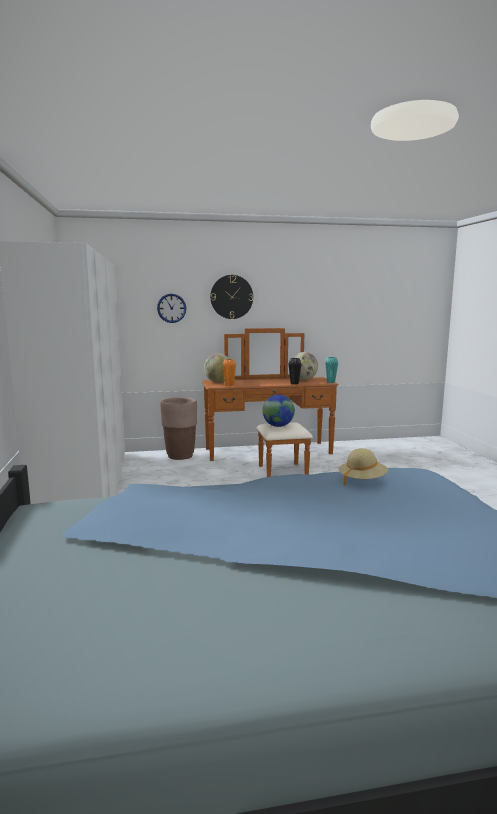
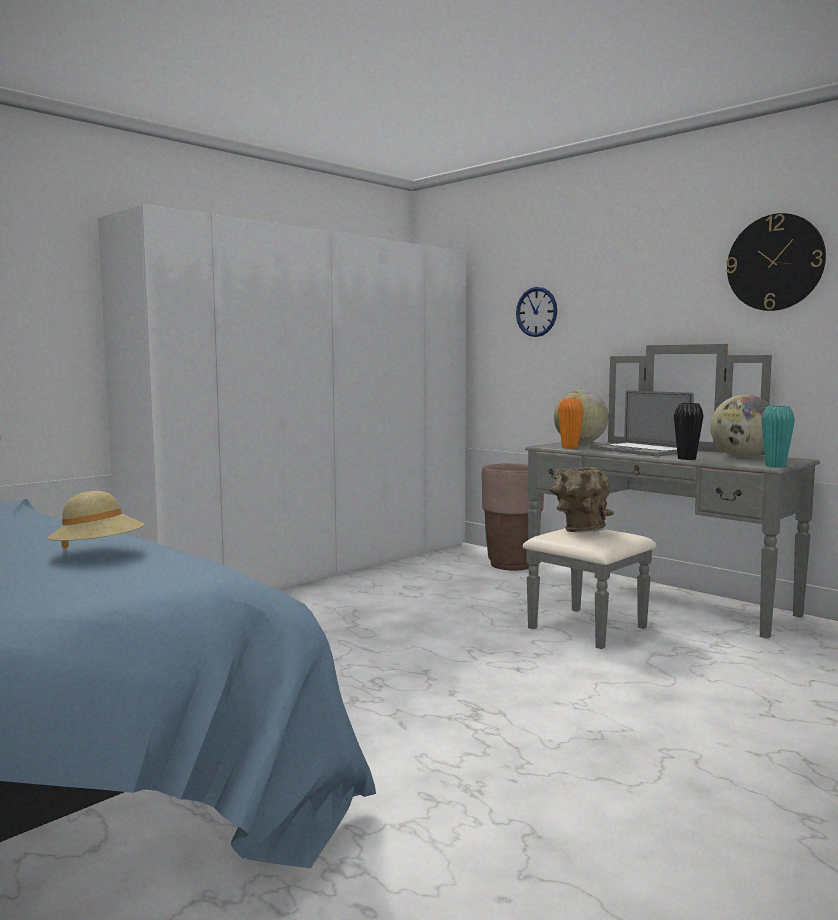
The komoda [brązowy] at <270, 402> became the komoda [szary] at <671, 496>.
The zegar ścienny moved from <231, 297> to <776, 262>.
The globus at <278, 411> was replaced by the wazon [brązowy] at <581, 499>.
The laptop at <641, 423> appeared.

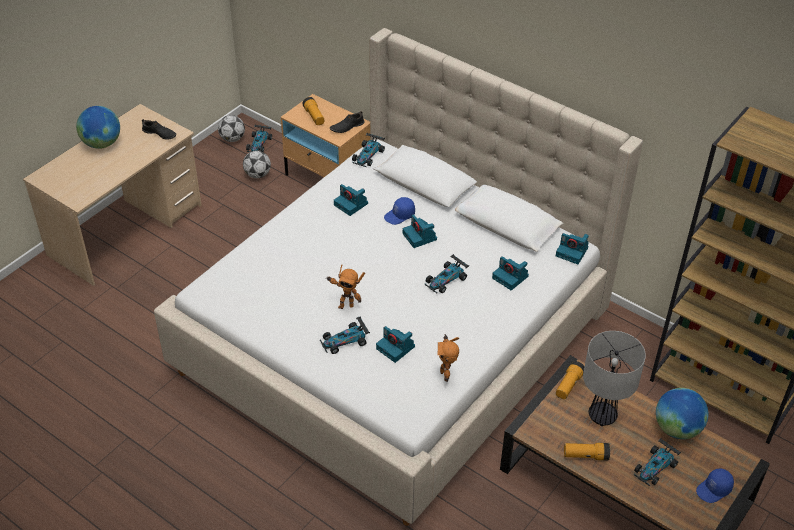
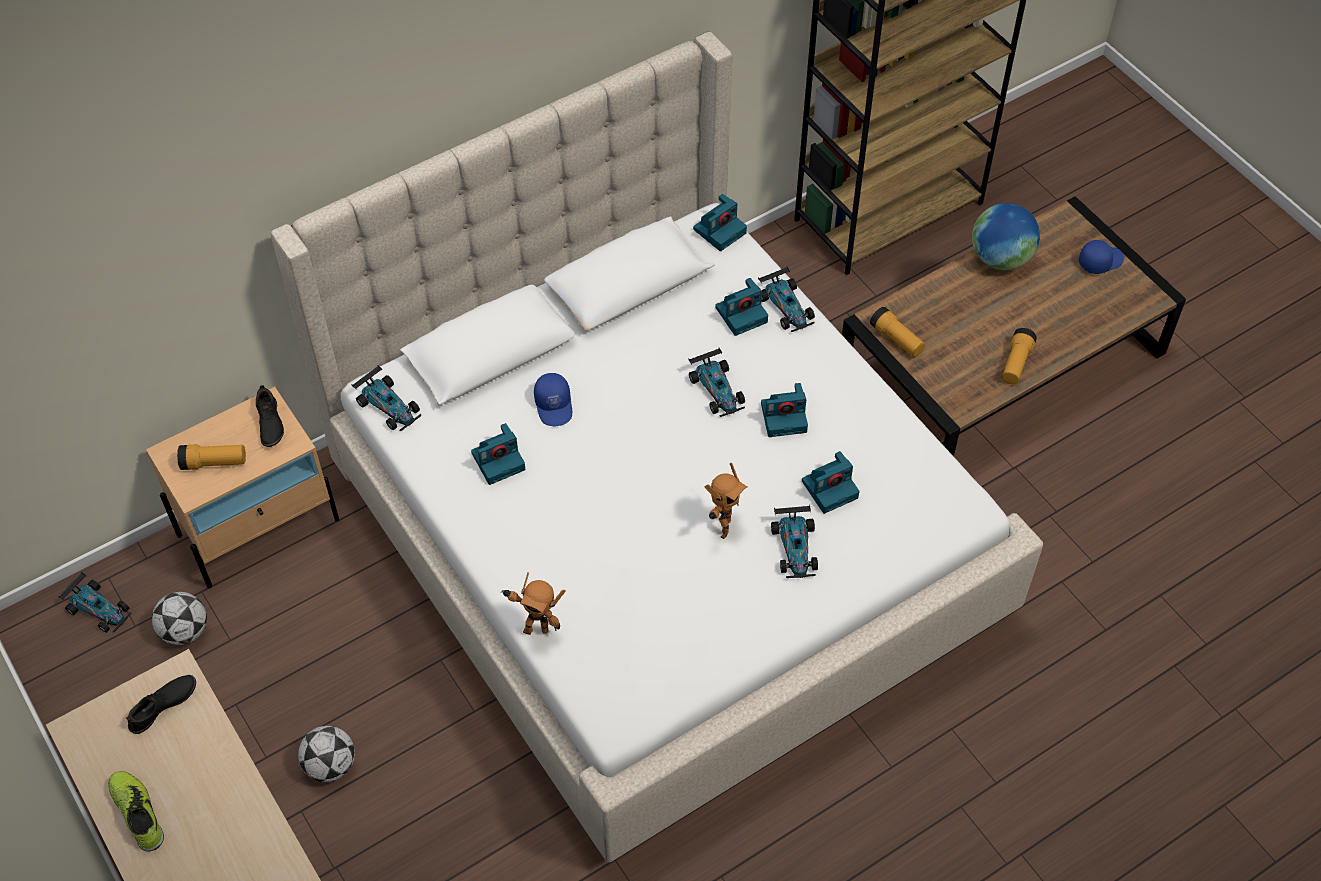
The globus at <98, 127> was replaced by the but at <136, 811>.
The piłka futbolowa moved from <231, 128> to <326, 754>.
The aparat fotograficzny moved from <420, 231> to <784, 410>.
The robot zabawkowy moved from <448, 358> to <533, 603>.
The lampa stołowa at <614, 378> disappeared.
The samochodzik moved from <657, 462> to <786, 299>.
The czapka z daszkiem [niebieski] at <715, 486> turned 105 degrees counterclockwise.

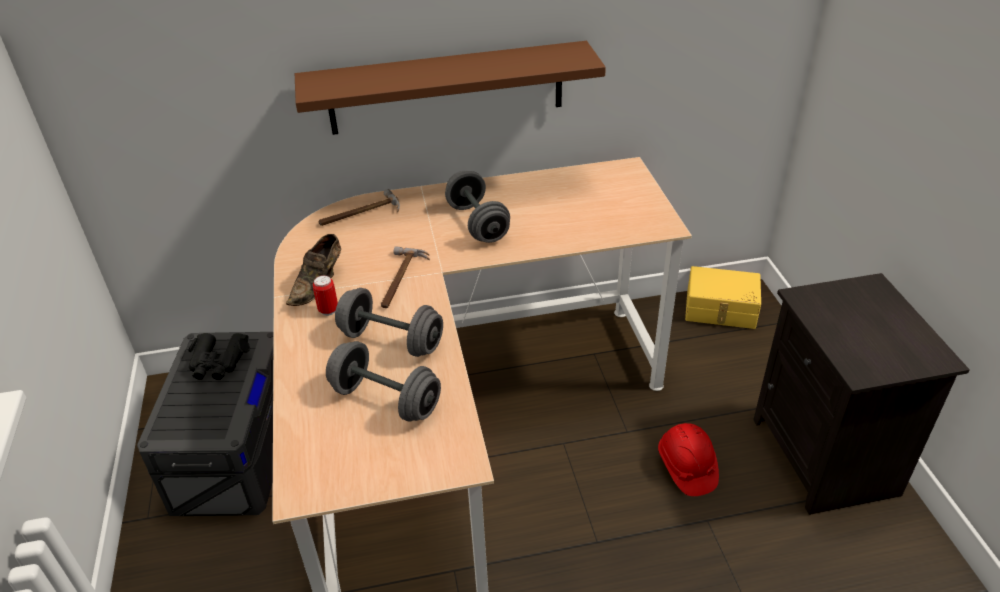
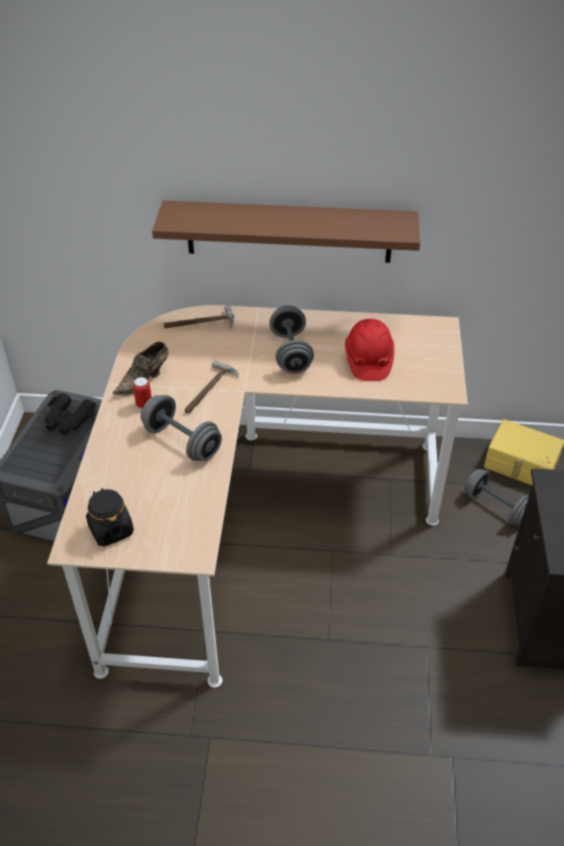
The hantel [szary] moved from <383, 381> to <497, 497>.
The kask [czerwony] moved from <688, 459> to <370, 350>.
The słoik [czarny] at <110, 517> appeared.

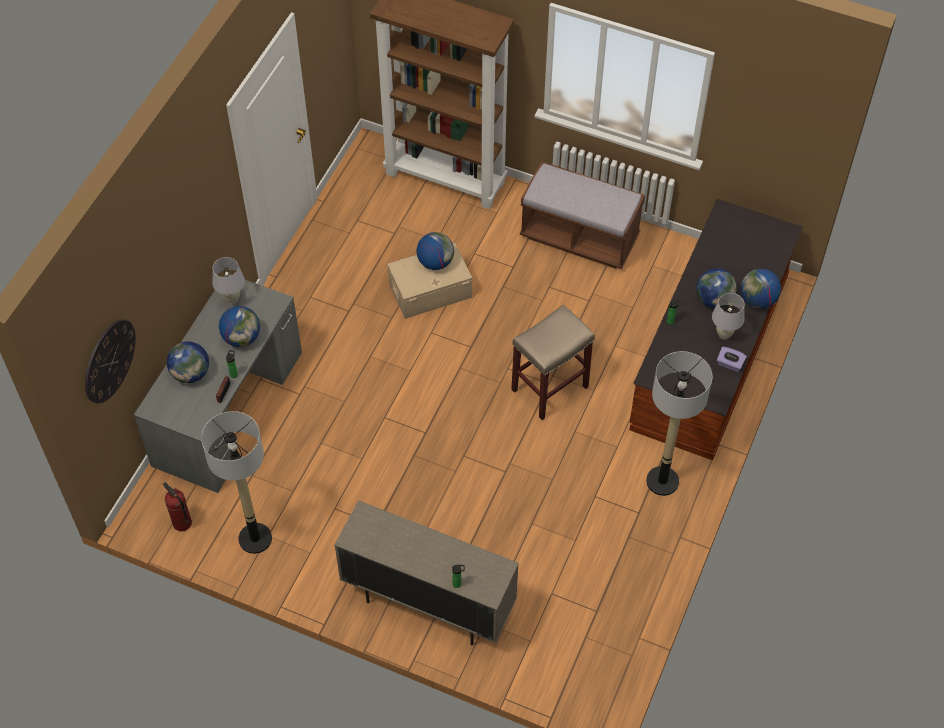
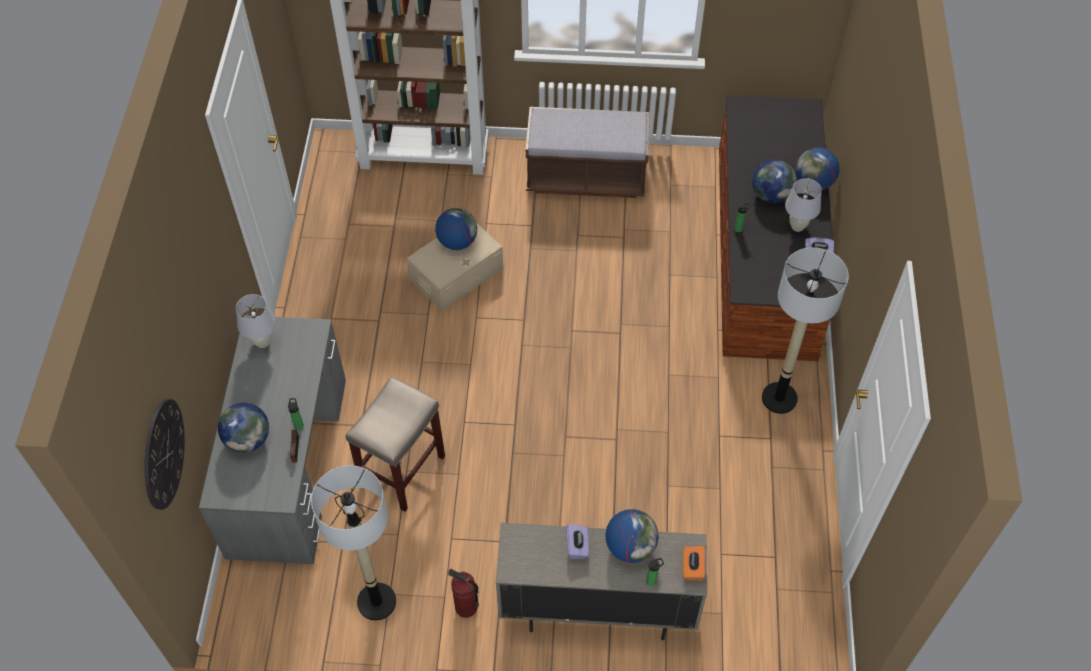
The gaśnica moved from <177, 506> to <463, 593>.
The globus moved from <239, 326> to <632, 536>.
The stołek [beżowy] moved from <553, 362> to <395, 444>.
The pudełko chusteczek [fioletowy] at <578, 541> appeared.
The pudełko chusteczek [pomarańczowy] at <694, 563> appeared.

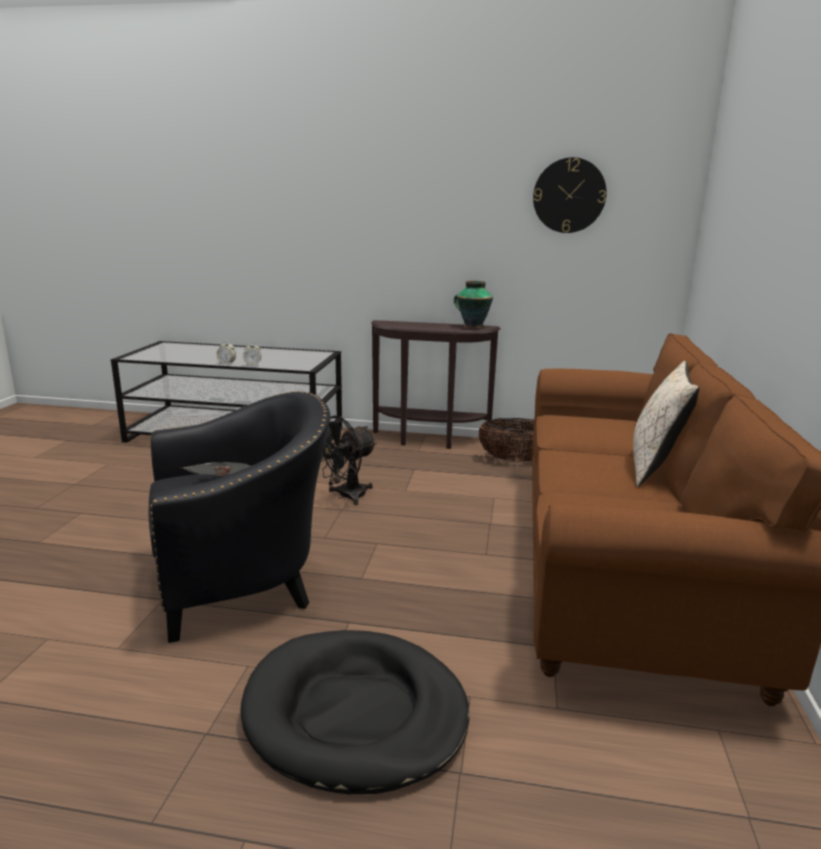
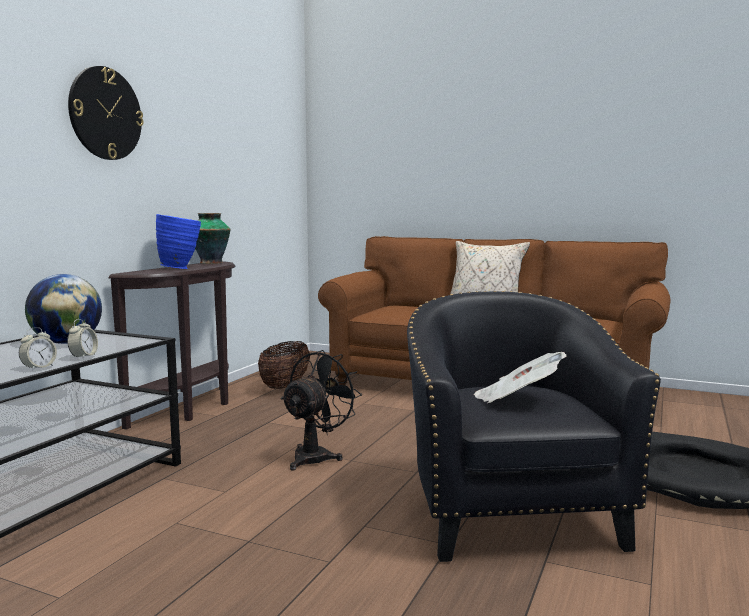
The wentylator [czarny] at <349, 460> turned 120 degrees counterclockwise.
The zegar ścienny moved from <570, 195> to <106, 113>.
The globus at <63, 309> appeared.
The wazon [niebieski] at <178, 241> appeared.

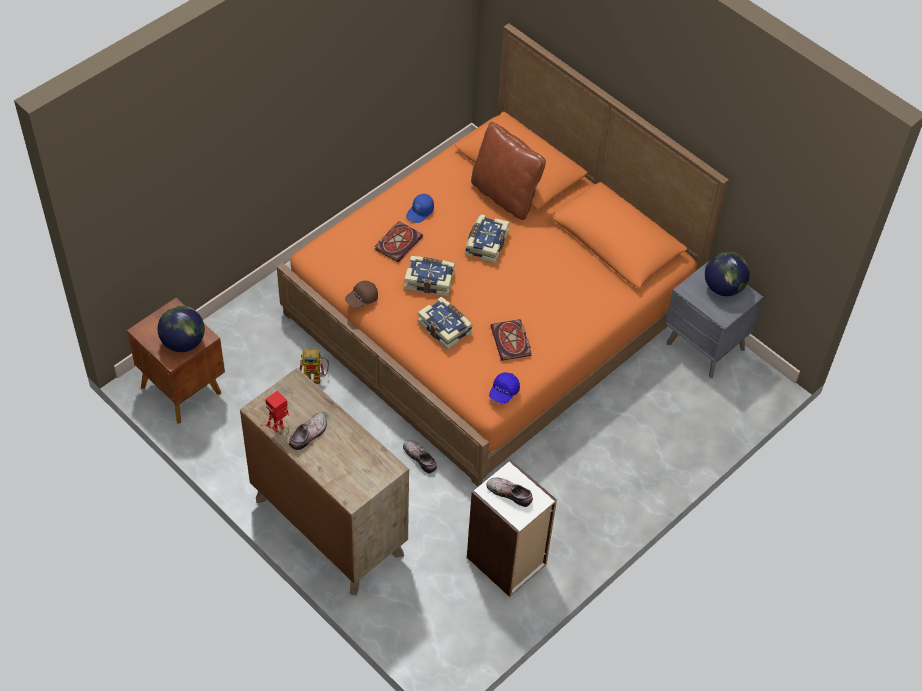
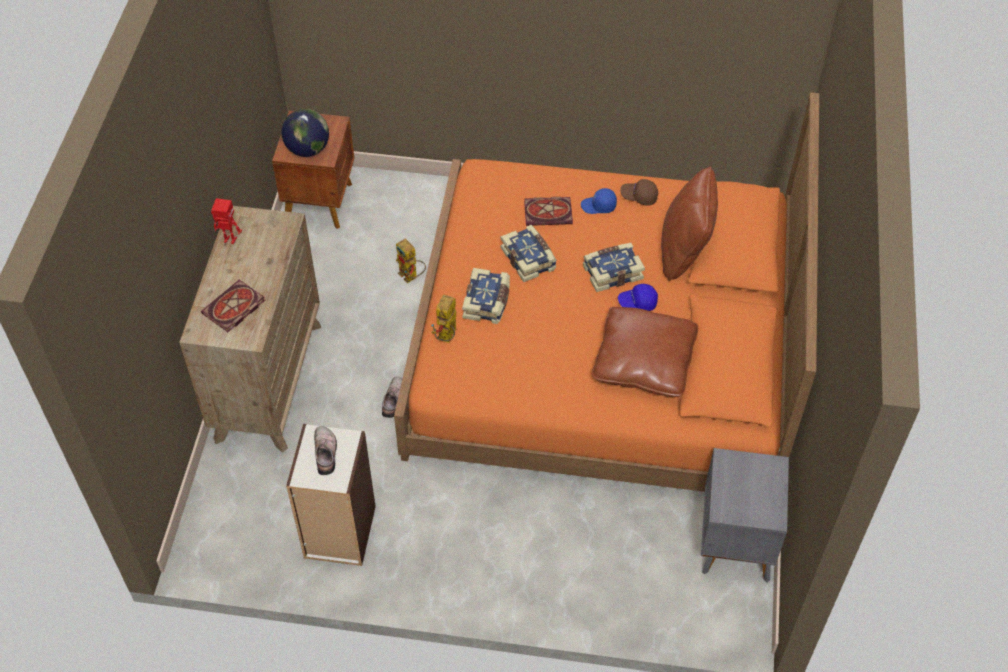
The but at <308, 431> disappeared.
The czapka z daszkiem [brązowy] moved from <361, 295> to <639, 192>.
The czapka z daszkiem [niebieski] moved from <504, 388> to <638, 297>.
The książka moved from <510, 340> to <233, 306>.
The globus at <727, 274> disappeared.
The robot zabawkowy at <443, 318> appeared.
The poduszka [brązowy] at <645, 352> appeared.

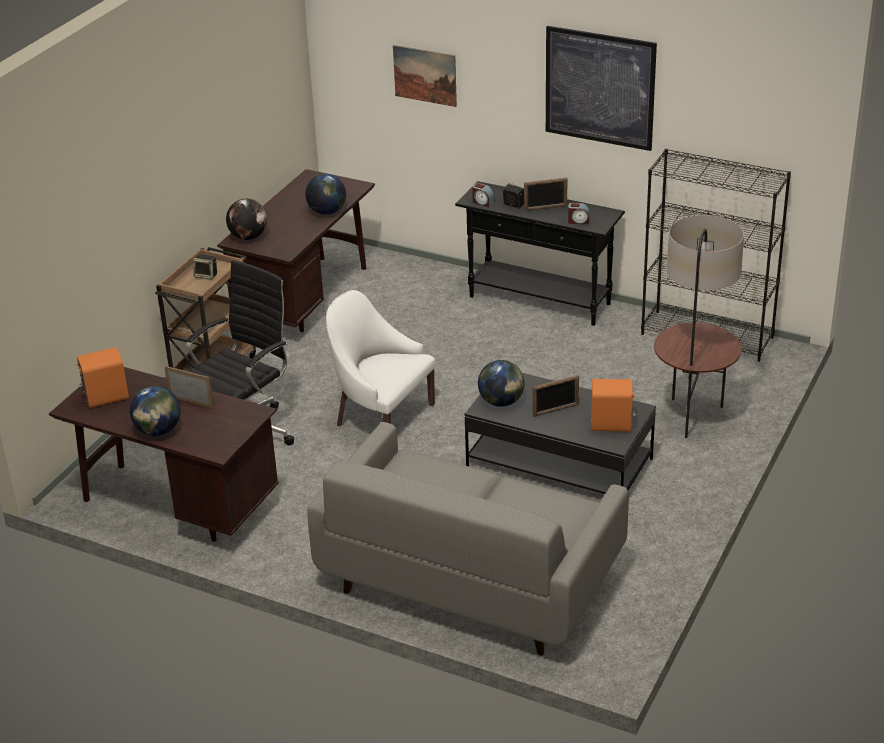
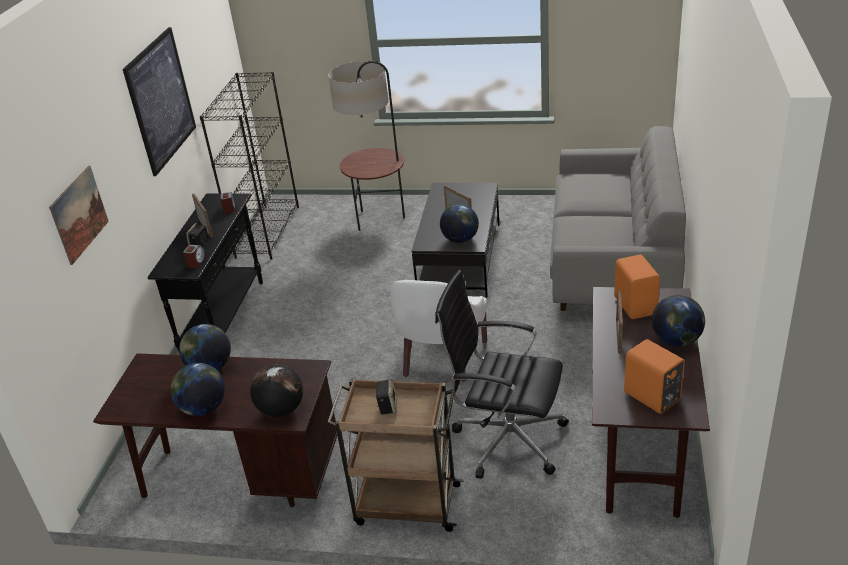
The głośnik [pomarańczowy] moved from <613, 405> to <637, 287>.
The globus at <198, 389> appeared.

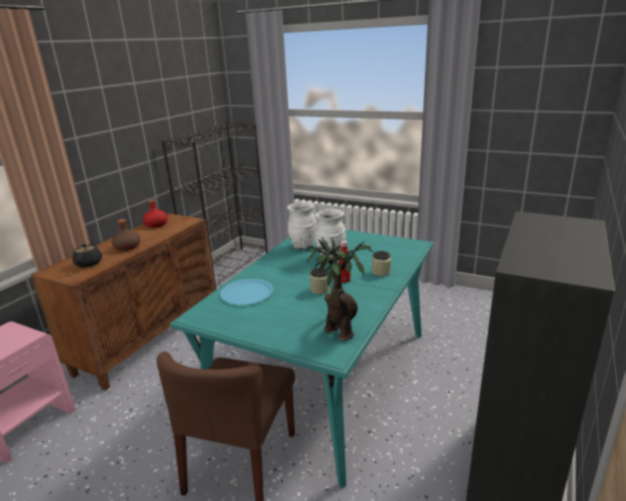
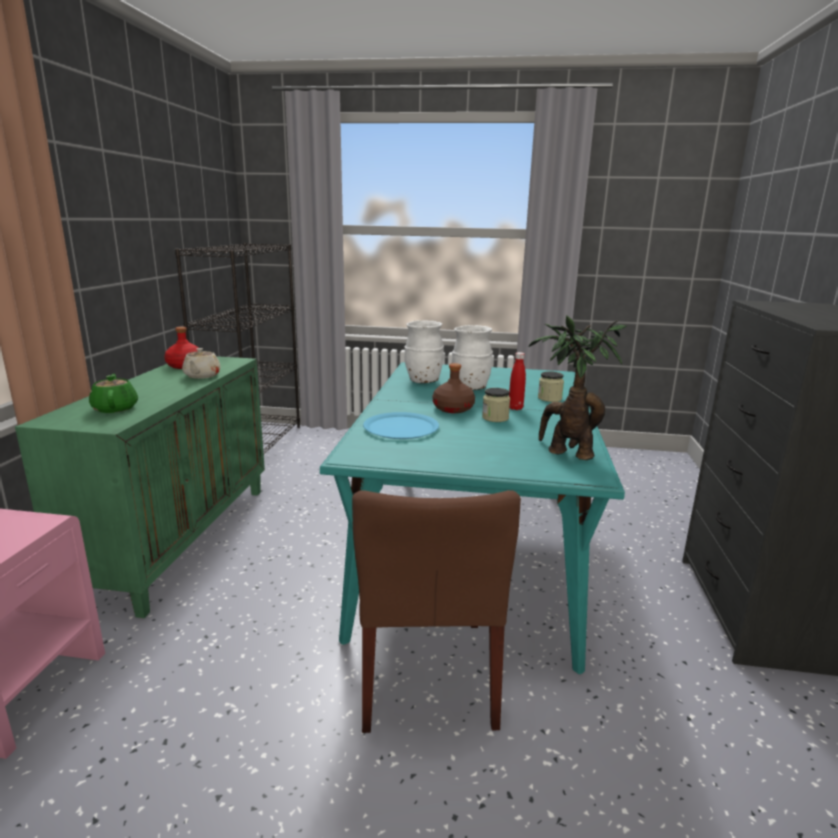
The szafka [brązowy] at <123, 302> became the szafka [zielony] at <140, 487>.
The imbryk [czarny] at <87, 253> became the imbryk [zielony] at <113, 393>.
The butelka [brązowy] moved from <126, 235> to <454, 388>.
The imbryk [beżowy] at <201, 363> appeared.

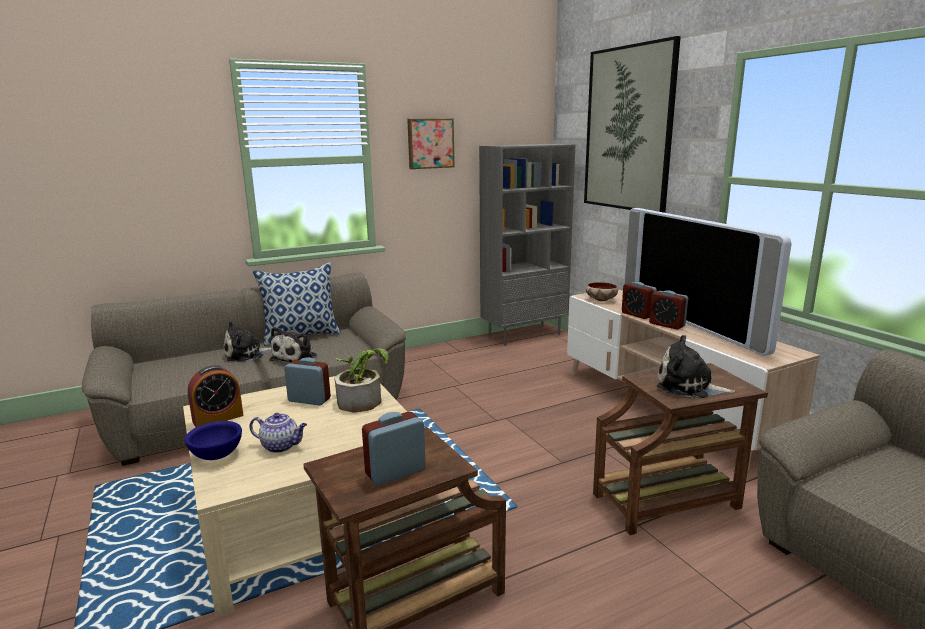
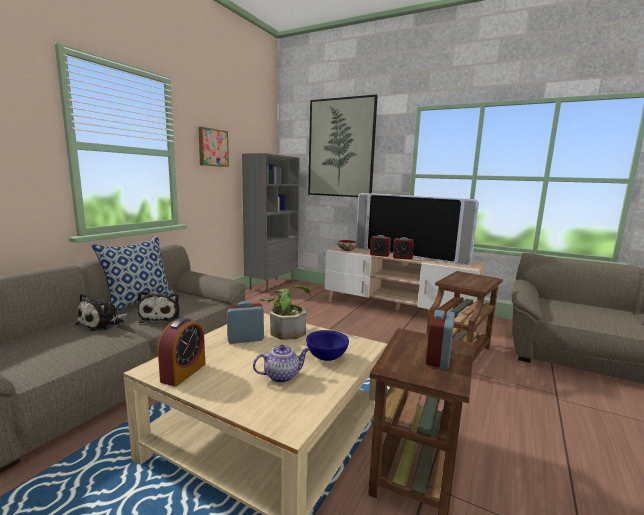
The miska [niebieski] moved from <213, 440> to <327, 345>.
The pluszak at <696, 366> disappeared.

